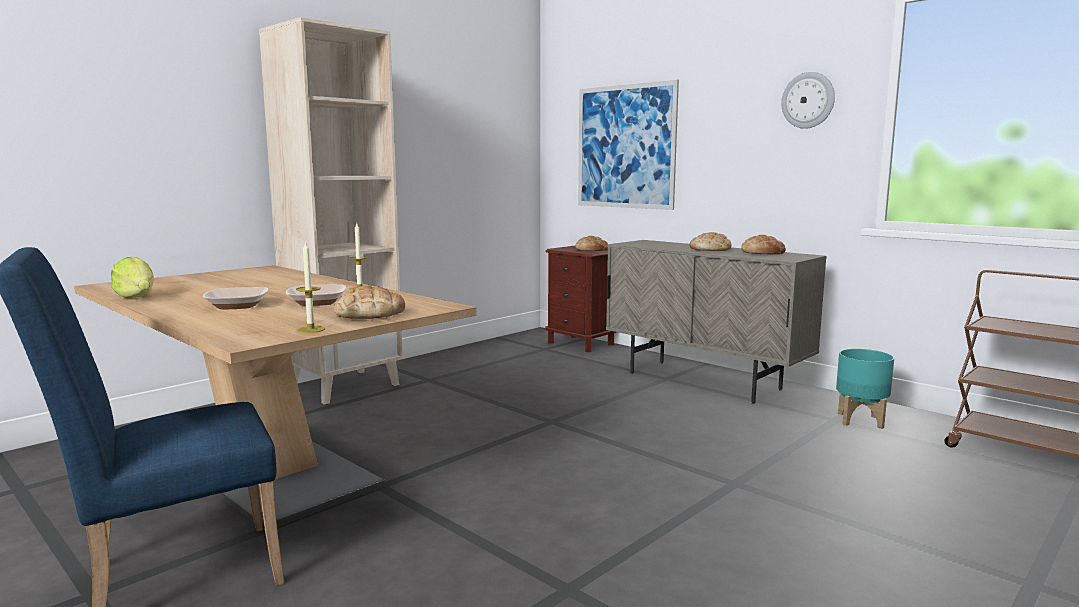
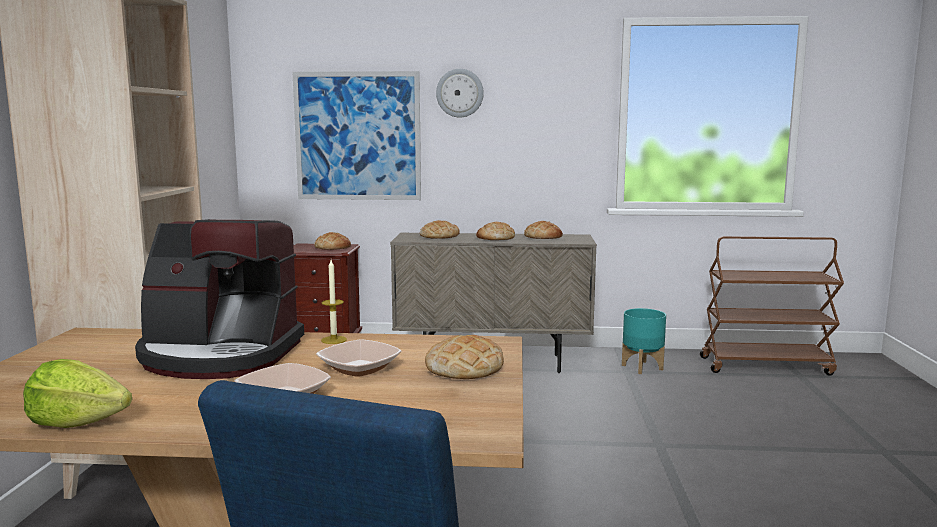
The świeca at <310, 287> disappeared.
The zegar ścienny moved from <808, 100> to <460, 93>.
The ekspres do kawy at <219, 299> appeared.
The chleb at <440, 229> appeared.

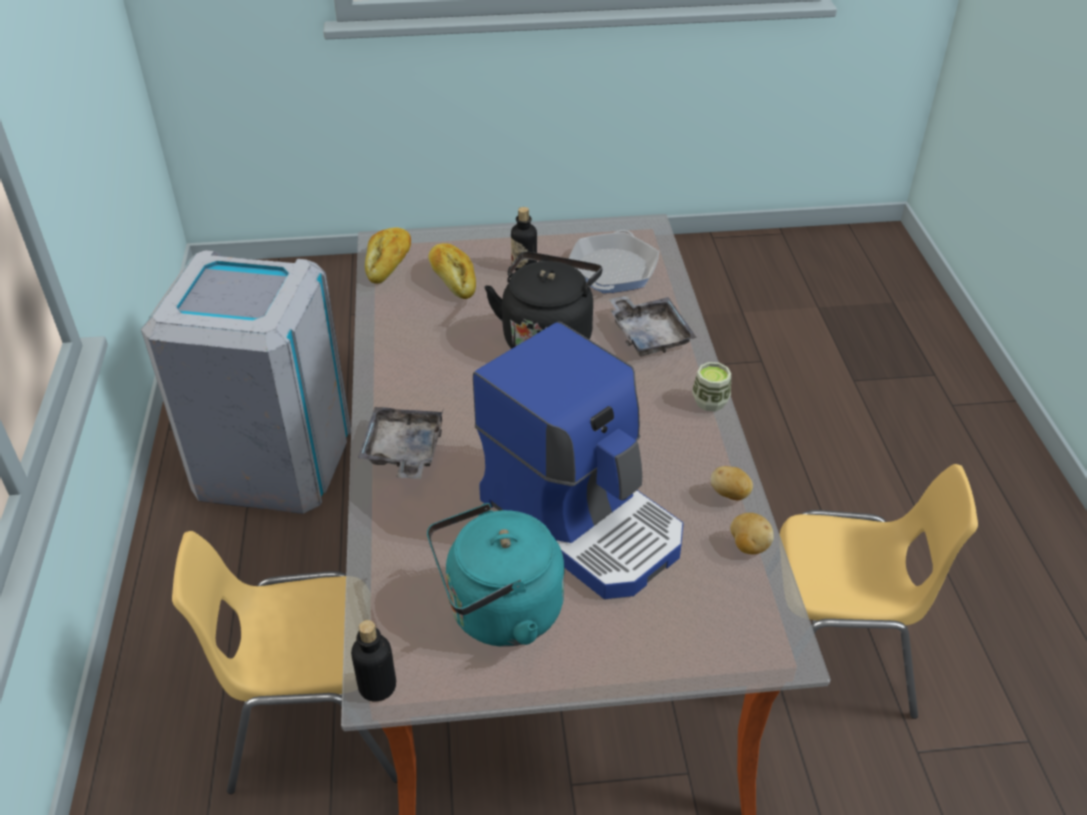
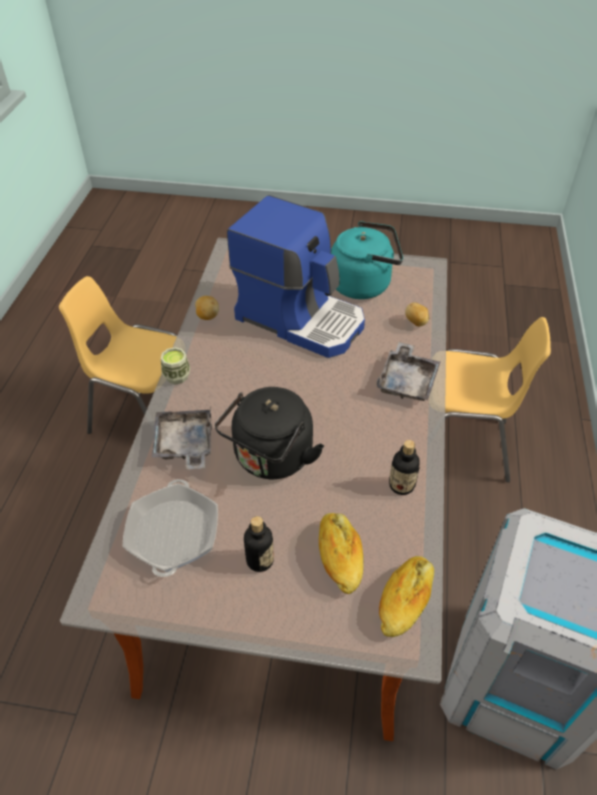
The butelka moved from <373, 660> to <404, 467>.
The ekspres do kawy at <578, 460> turned 150 degrees clockwise.
The patelnia at <613, 261> turned 150 degrees clockwise.
The ziemniak moved from <752, 533> to <417, 314>.

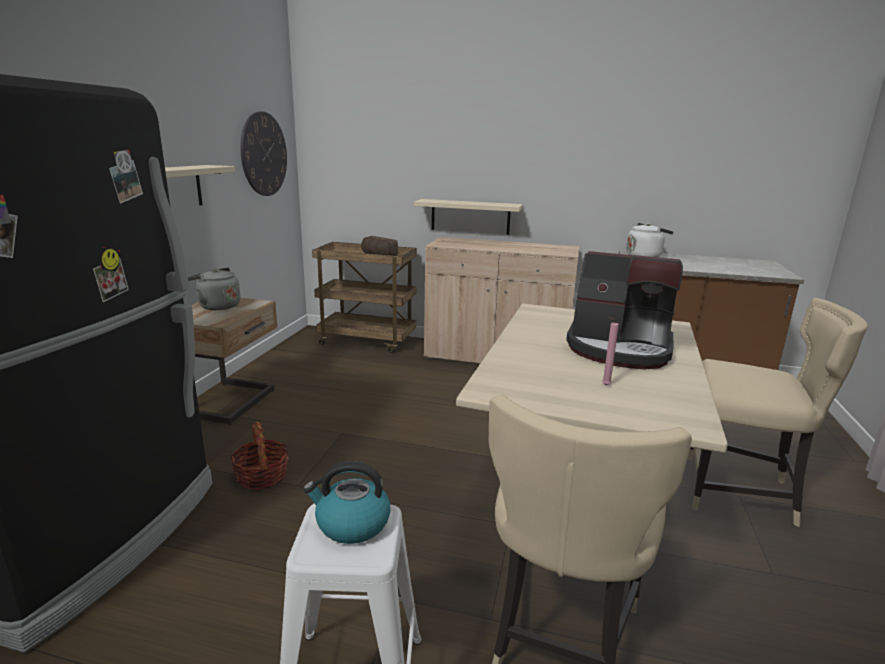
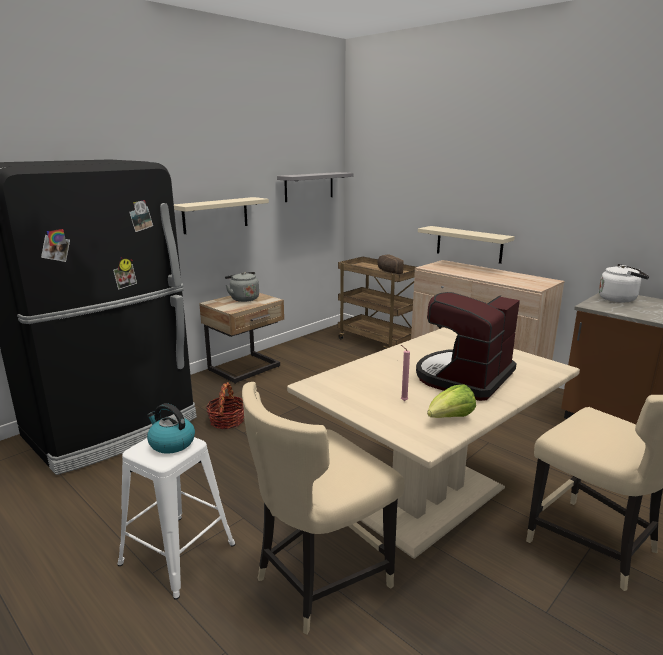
The zegar ścienny at <263, 153> was replaced by the półka [szary] at <315, 187>.
The ekspres do kawy at <624, 310> turned 75 degrees clockwise.
The sałata at <451, 401> appeared.

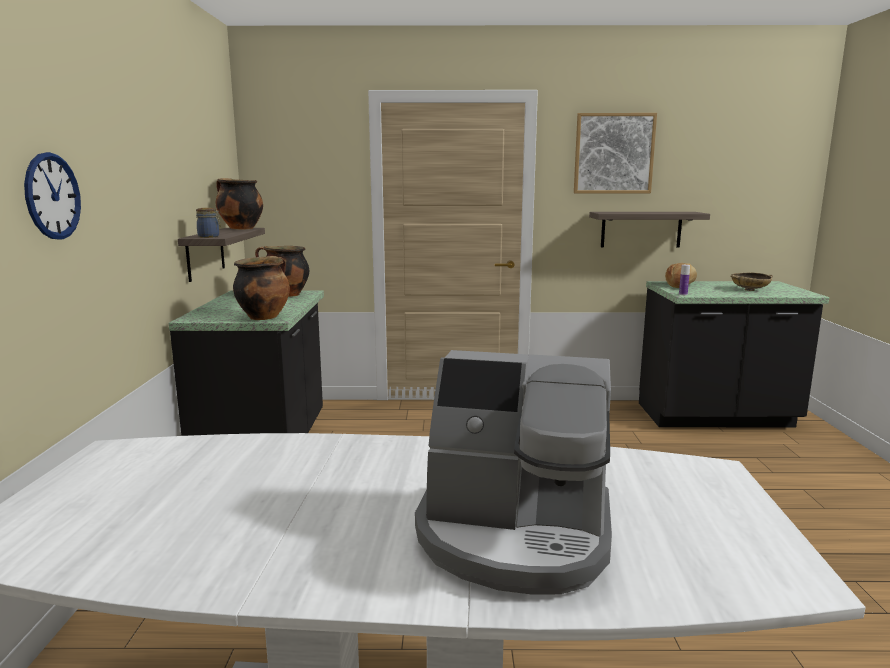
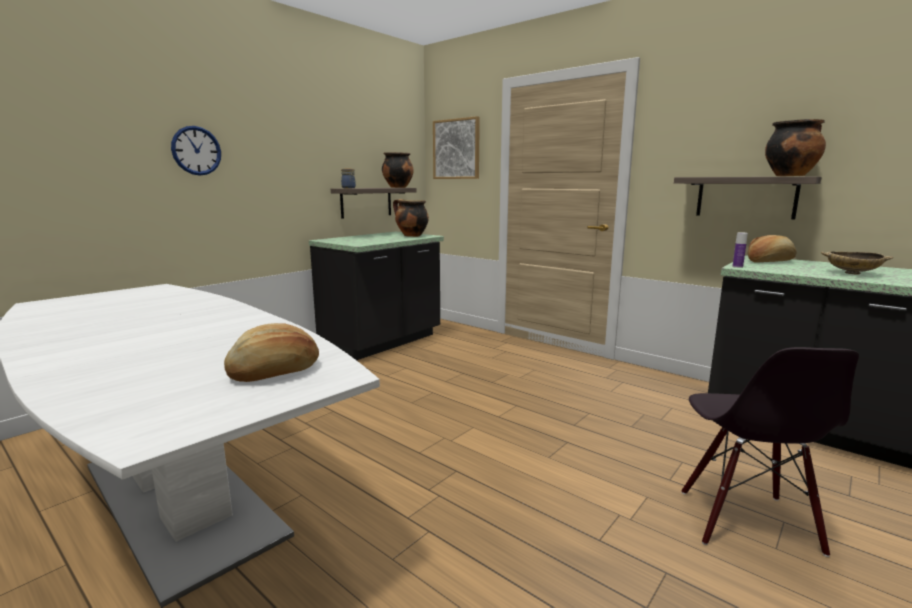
The garnek moved from <261, 288> to <795, 147>.
The ekspres do kawy at <513, 472> disappeared.
The obraz moved from <615, 153> to <456, 147>.
The chleb at <271, 352> appeared.
The krzesło [czarny] at <770, 452> appeared.

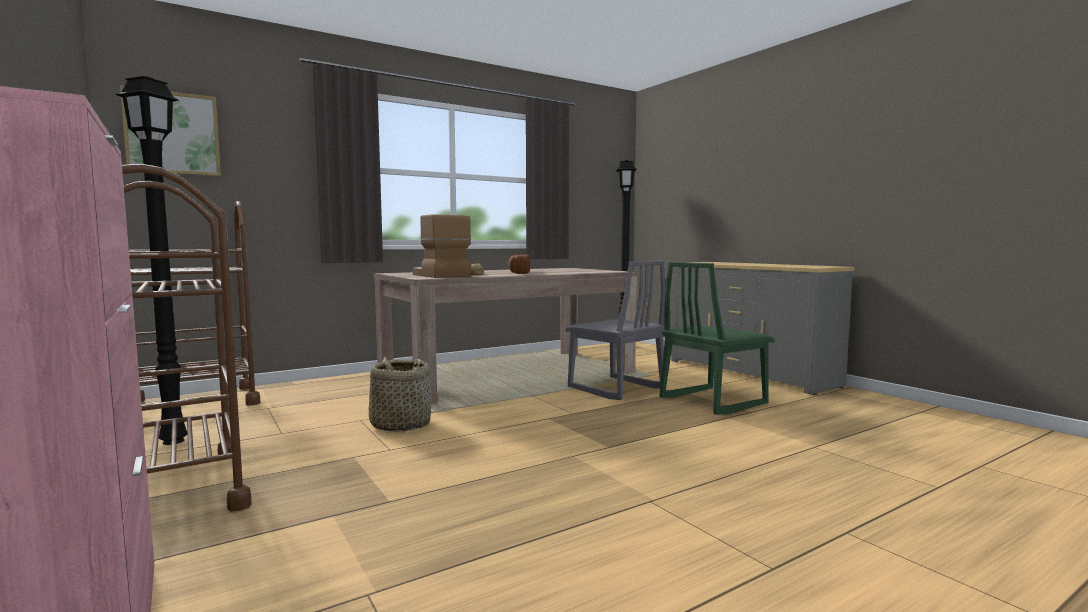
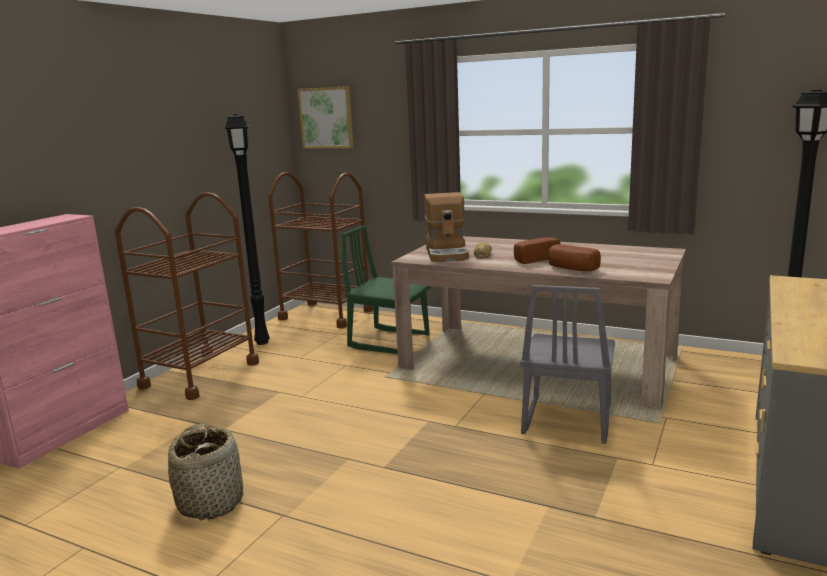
The koszyk moved from <400, 393> to <205, 472>.
The ekspres do kawy at <442, 246> turned 150 degrees clockwise.
The krzesło [zielony] moved from <717, 338> to <386, 289>.
The chleb at <574, 257> appeared.

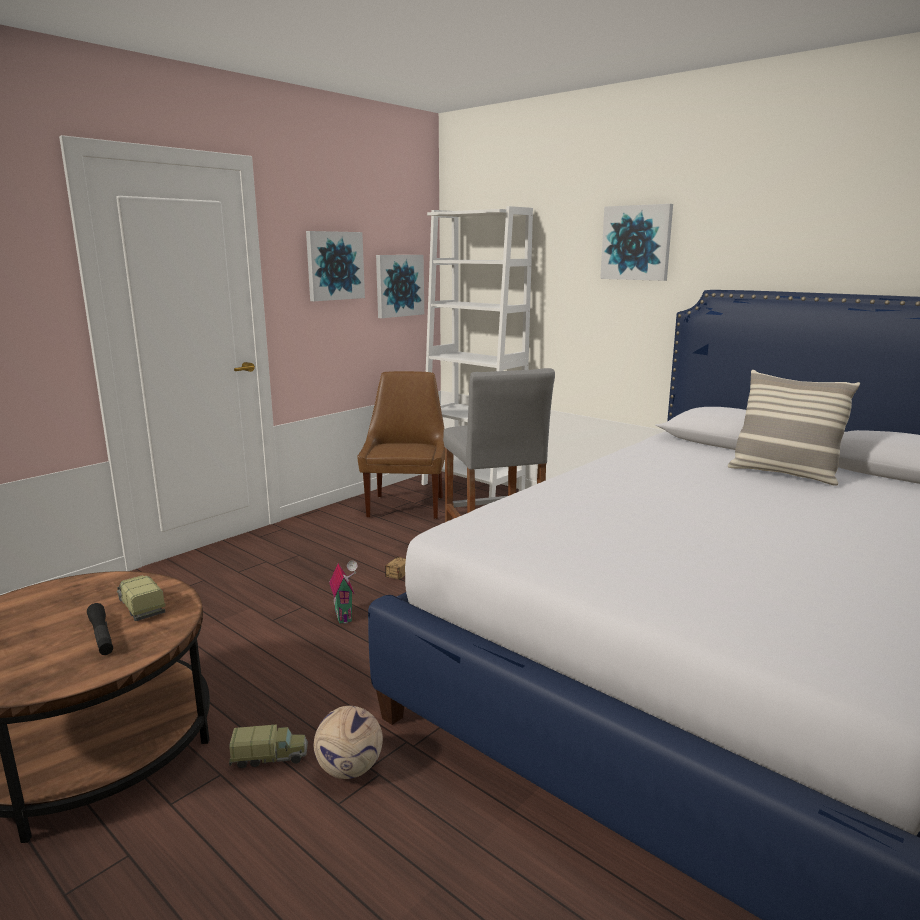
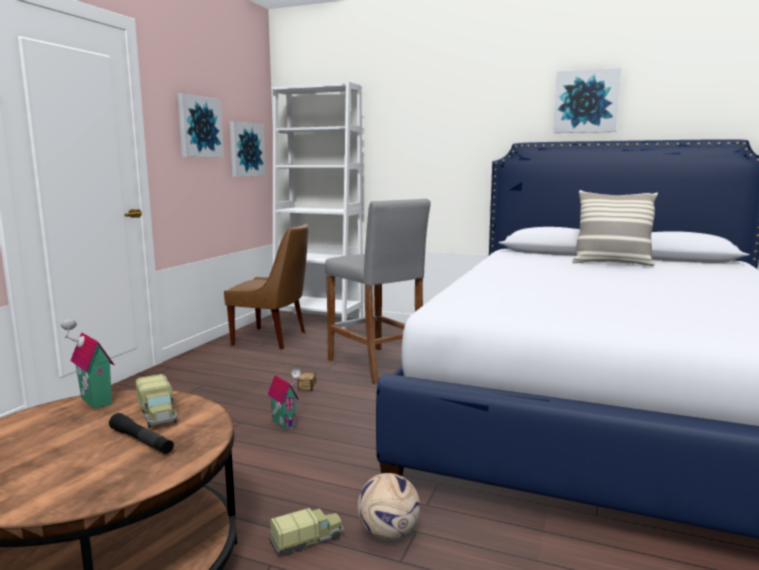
The ciężarówka zabawkowa at <141, 598> turned 150 degrees counterclockwise.
The krzesło [brązowy] at <401, 445> turned 120 degrees clockwise.
The obraz moved from <636, 242> to <587, 100>.
The domek at <87, 364> appeared.

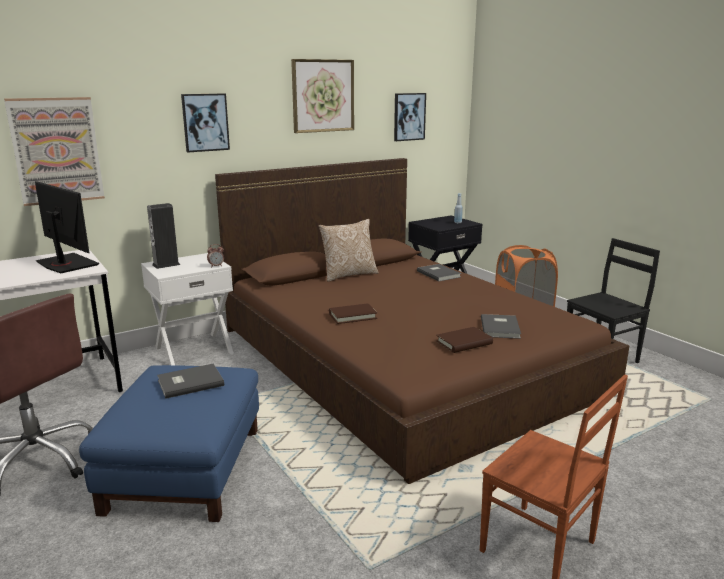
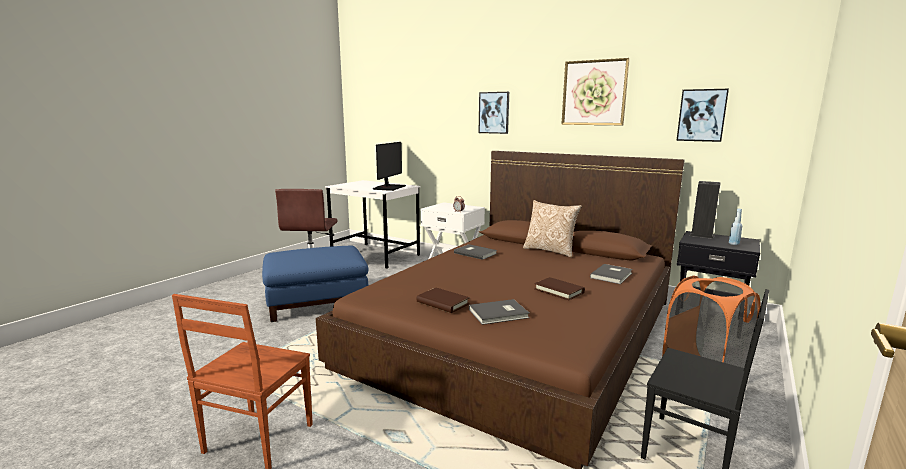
The obraz at <54, 151> disappeared.
The głośnik moved from <163, 236> to <705, 210>.
The książka [szary] moved from <190, 381> to <475, 252>.
The książka [brązowy] moved from <353, 313> to <559, 288>.

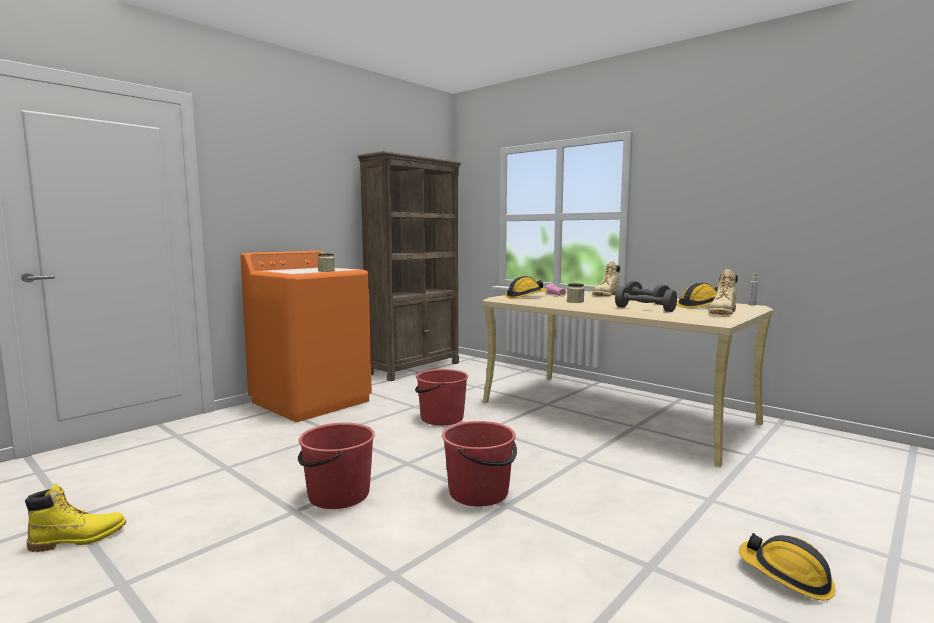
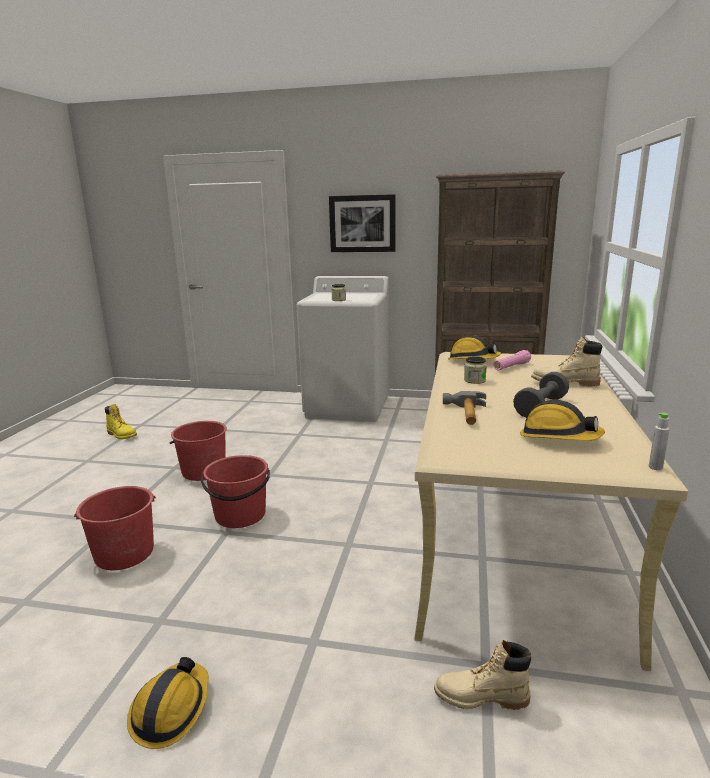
The pralka [pomarańczowy] at <306, 336> became the pralka [biały] at <343, 349>.
The wiadro [czerwony] moved from <441, 397> to <115, 528>.
The hantel [szary] at <646, 299> was replaced by the młotek at <464, 408>.
The but z cholewką [beżowy] moved from <723, 292> to <482, 675>.
The obraz at <362, 223> appeared.

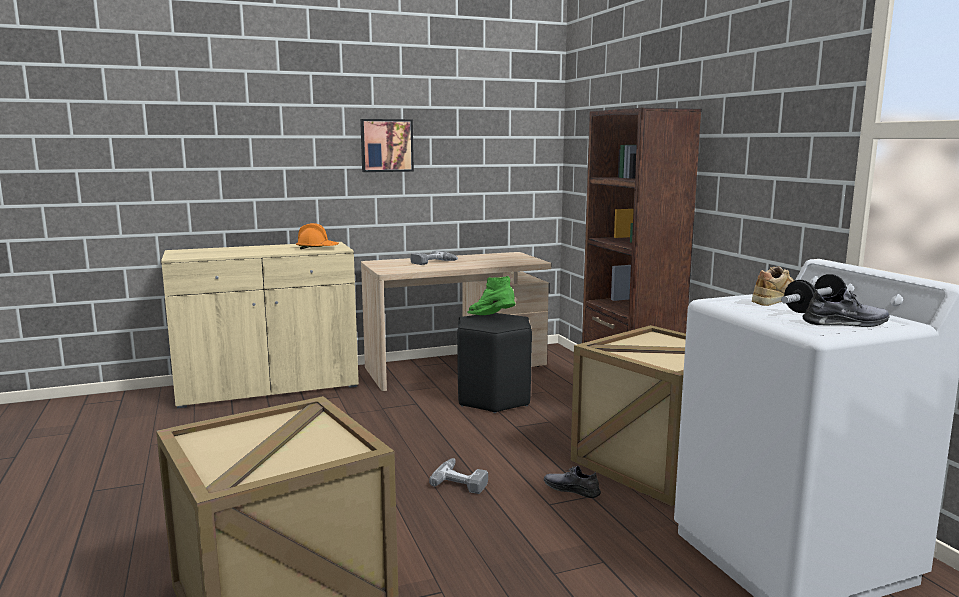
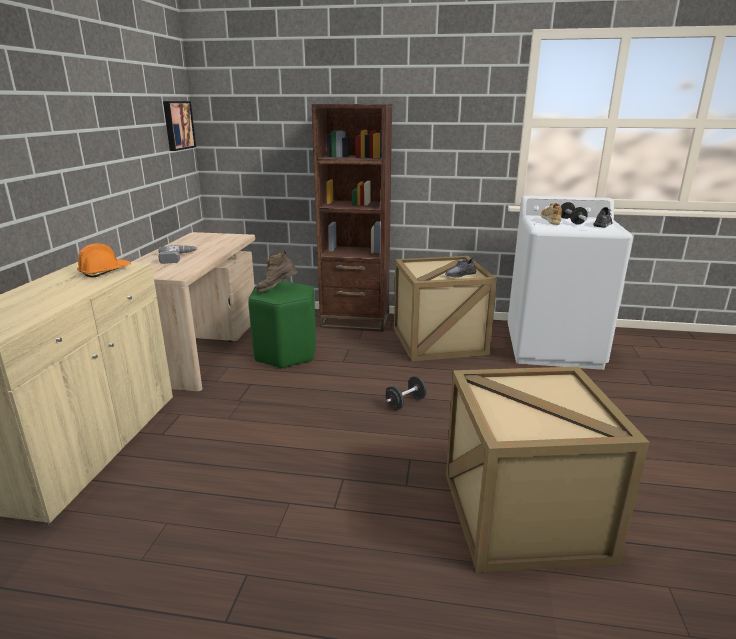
The obraz moved from <387, 145> to <179, 126>.
The wiertarka at <458, 476> was replaced by the hantel [czarny] at <406, 393>.
The stołek [czarny] at <494, 363> became the stołek [zielony] at <282, 325>.
The but z cholewką [zielony] at <492, 295> became the but z cholewką [brązowy] at <277, 271>.
The but [szary] moved from <572, 482> to <461, 268>.

